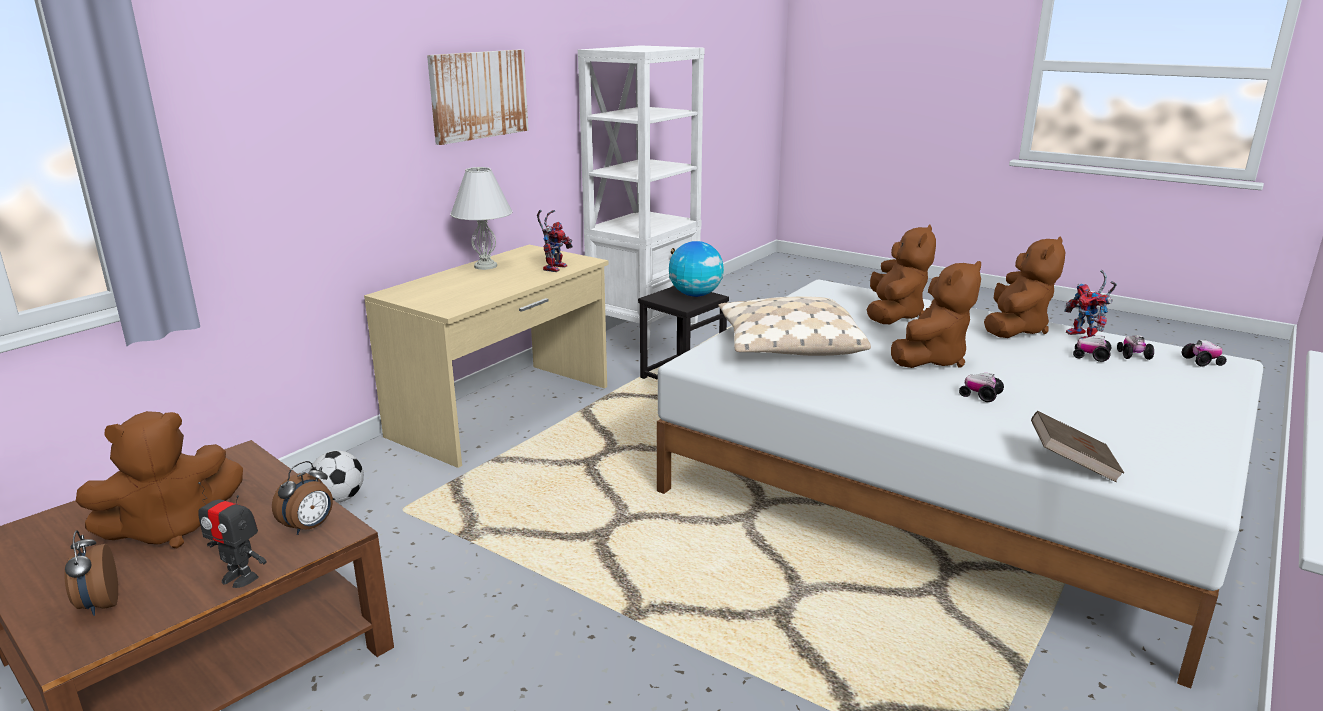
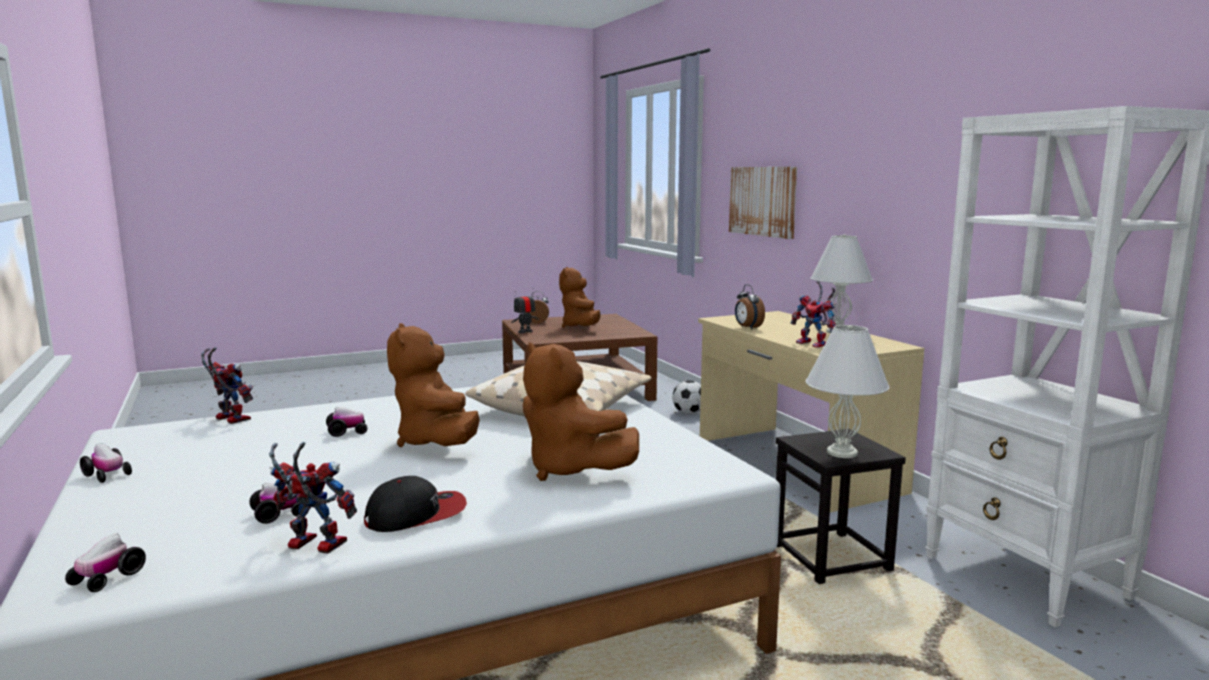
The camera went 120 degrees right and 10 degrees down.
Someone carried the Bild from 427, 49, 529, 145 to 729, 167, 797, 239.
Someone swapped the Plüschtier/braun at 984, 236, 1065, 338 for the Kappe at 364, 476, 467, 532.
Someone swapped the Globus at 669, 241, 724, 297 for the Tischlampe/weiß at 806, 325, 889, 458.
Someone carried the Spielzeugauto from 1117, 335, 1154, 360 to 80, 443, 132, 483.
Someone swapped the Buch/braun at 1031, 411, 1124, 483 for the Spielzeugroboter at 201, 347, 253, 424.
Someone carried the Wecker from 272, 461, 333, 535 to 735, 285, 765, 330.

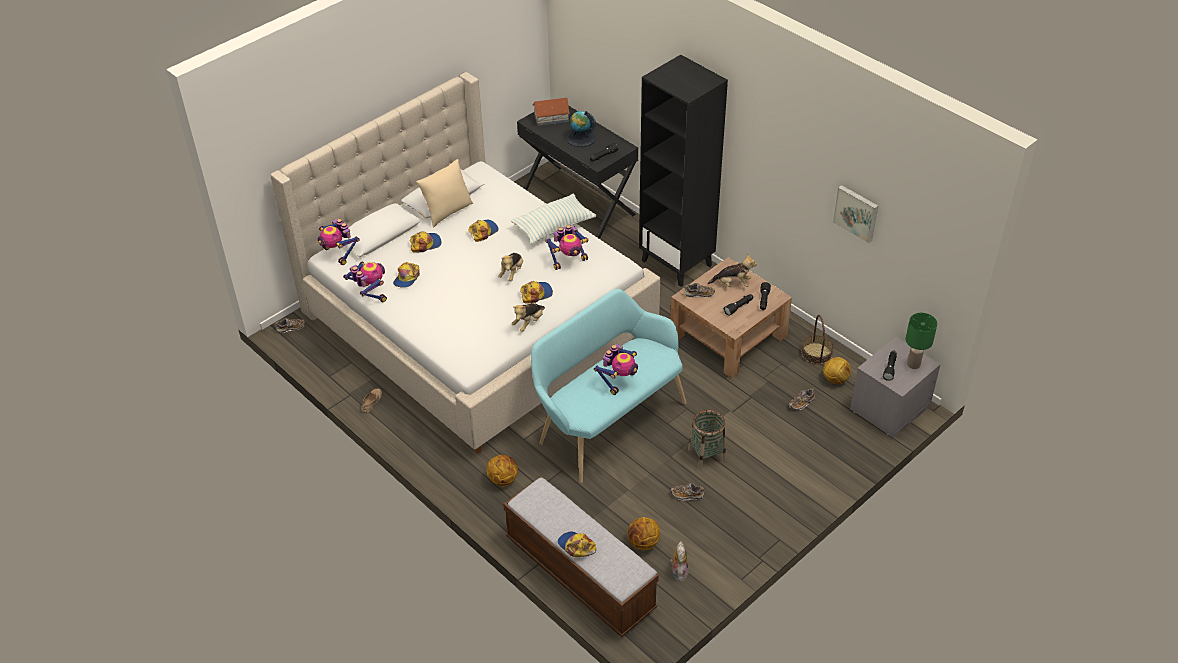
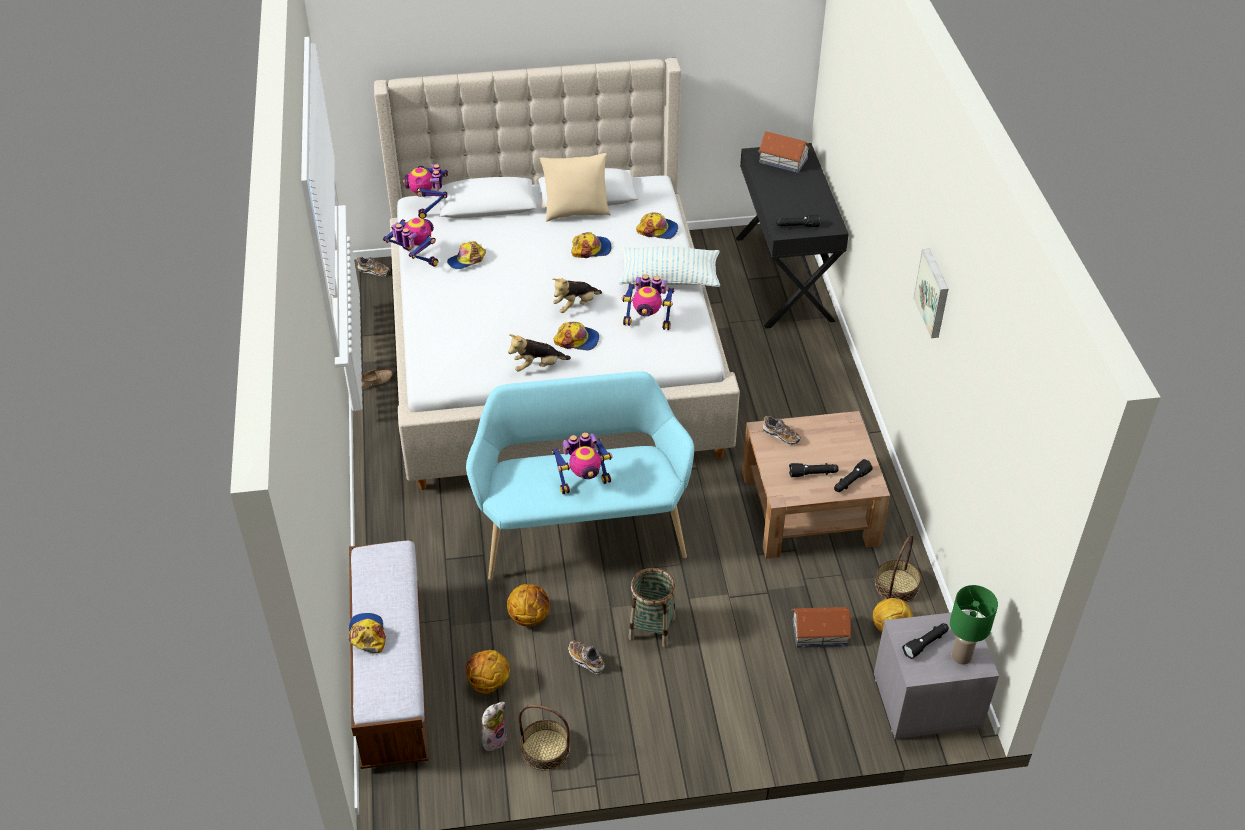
The camera went 35 degrees right and 0 degrees up.
Someone took away the Bücherregal/schwarz at 639, 55, 728, 287.
Someone took away the Globus at 566, 111, 596, 147.
Someone carried the Bild from 833, 185, 878, 243 to 913, 249, 948, 338.
Someone carried the Kappe from 410, 231, 441, 253 to 636, 213, 678, 239.
Someone took away the Plüschtier at 708, 253, 757, 287.
Someone rotated the Spielzeugroboter at 343, 262, 387, 302 by 45 degrees counterclockwise.
Someone swapped the Schuh at 788, 388, 815, 410 for the Spielzeughaus at 792, 607, 852, 648.
Someone carried the Basketball from 487, 455, 518, 487 to 507, 584, 550, 626.
Someone put down the Korb at 518, 705, 570, 771.

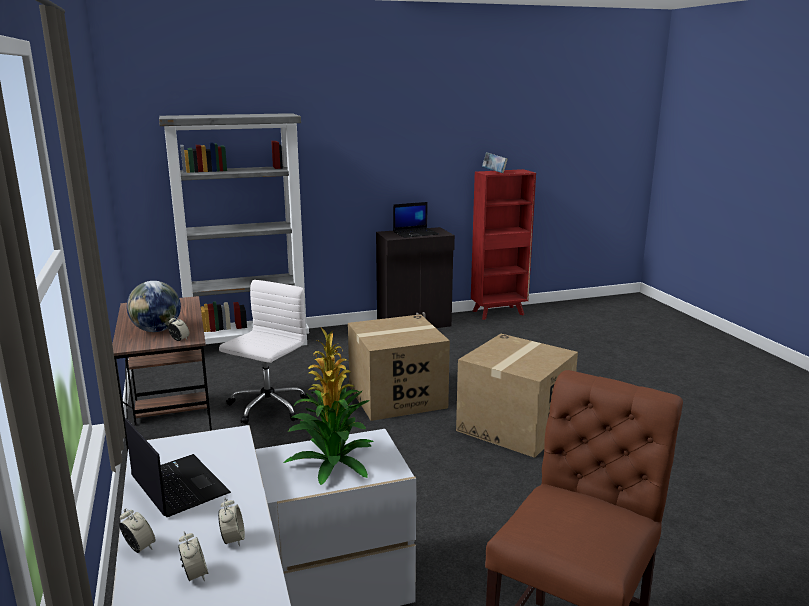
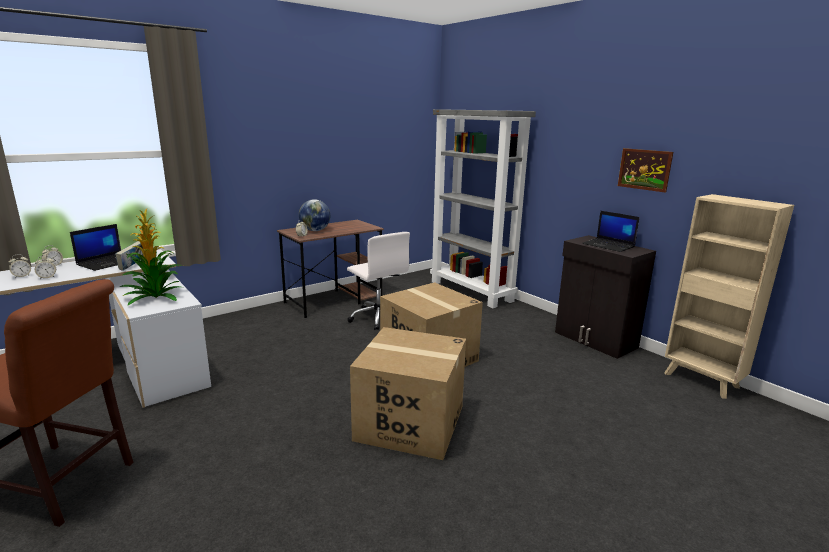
The camera went 70 degrees right and 0 degrees up.
Someone carried the Buch from 482, 152, 508, 173 to 115, 241, 143, 271.
Someone repainted the Bücherregal/rot at 471, 169, 536, 320, which became the Bücherregal/beige at 664, 194, 794, 399.
Someone rotated the Bürostuhl/weiß at 219, 280, 309, 424 by 45 degrees clockwise.
Someone put up the Bild at 618, 148, 673, 192.

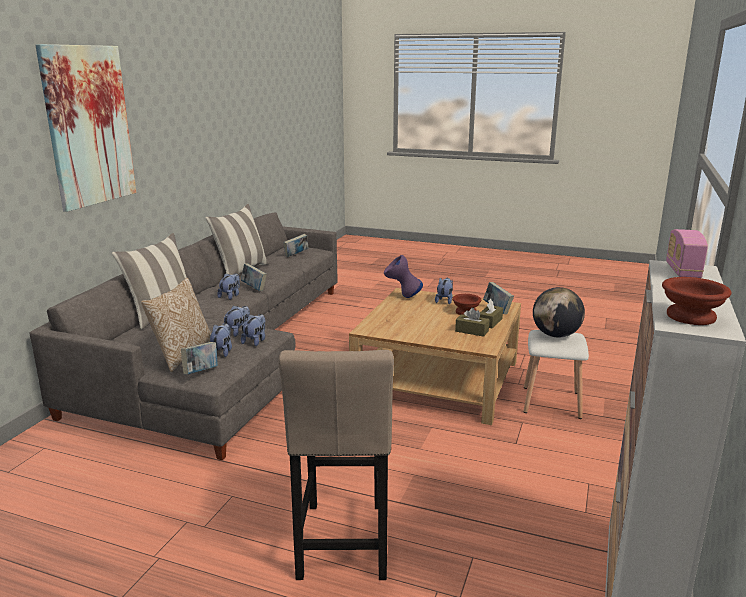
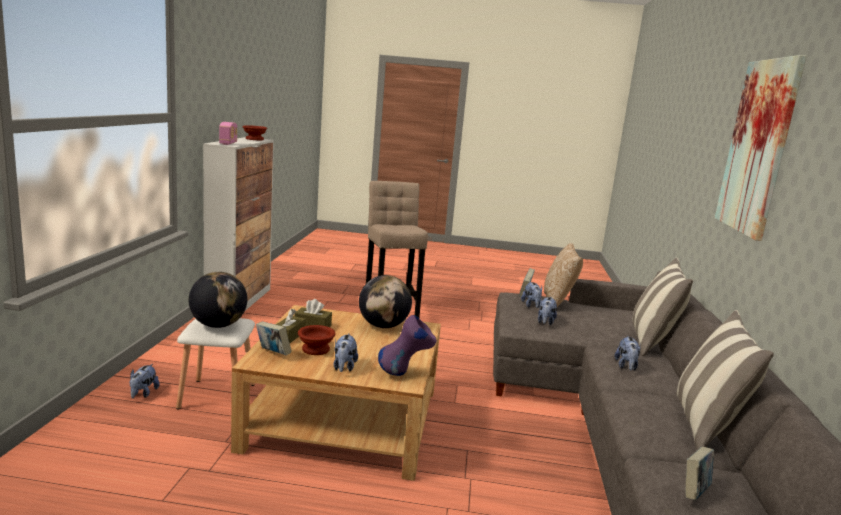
The camera went 165 degrees right and 5 degrees down.
Someone took away the Buch at 241, 263, 267, 291.
Someone carried the Plüschtier from 241, 314, 266, 346 to 130, 364, 159, 398.
Someone put down the Globus at 359, 275, 412, 328.

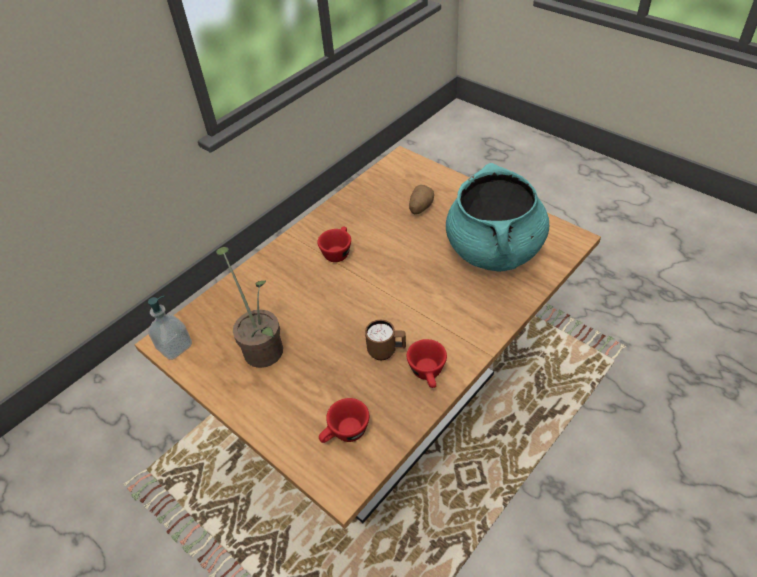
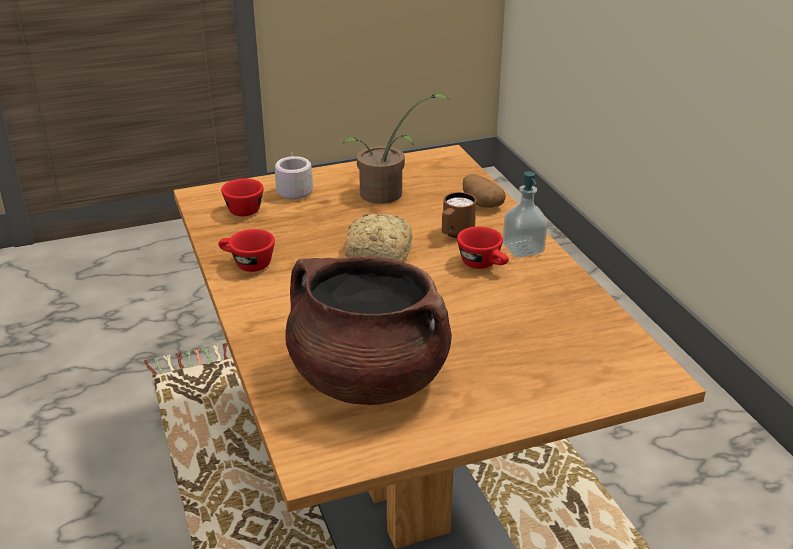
The camera went 115 degrees right and 15 degrees down.
Someone repainted the Kochtopf/türkis at 446, 163, 549, 272, which became the Kochtopf/braun at 285, 256, 452, 405.
Someone carried the Kartoffel from 409, 185, 434, 214 to 463, 174, 506, 208.
Someone carried the Seifenspender from 148, 296, 192, 360 to 503, 171, 547, 258.
Someone carried the Henkelbecher/braun from 365, 320, 406, 360 to 442, 192, 476, 238.
Someone put down the Henkelbecher/grau at 275, 156, 313, 203.
Someone put down the Brot at 345, 213, 413, 261.

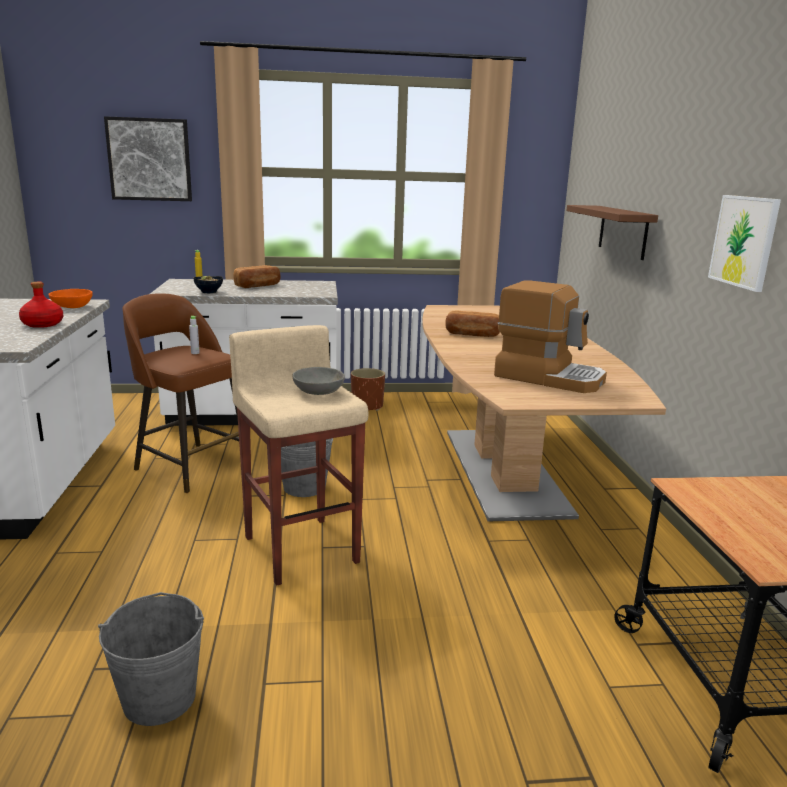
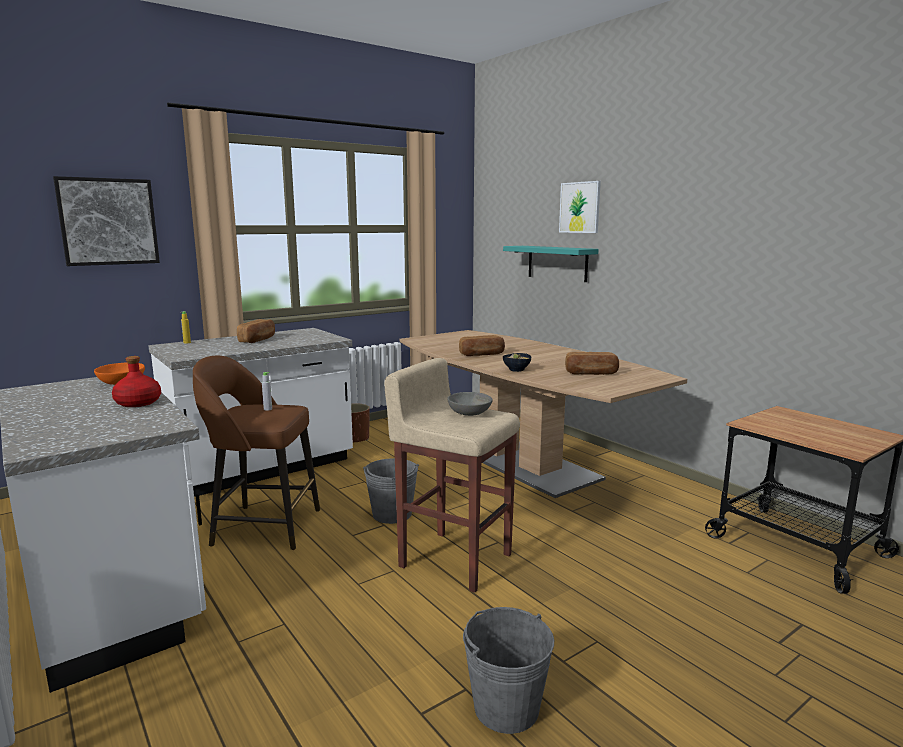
The camera went 30 degrees left and 5 degrees down.
Someone carried the Bild from 708, 195, 781, 292 to 559, 181, 601, 233.
Someone repainted the Wandregal/braun at 566, 205, 658, 260, which became the Wandregal/türkis at 503, 246, 599, 282.
Someone carried the Schüssel from 194, 275, 223, 293 to 503, 353, 531, 372.
Someone swapped the Kaffeemaschine at 494, 280, 607, 393 for the Brot at 565, 352, 619, 375.

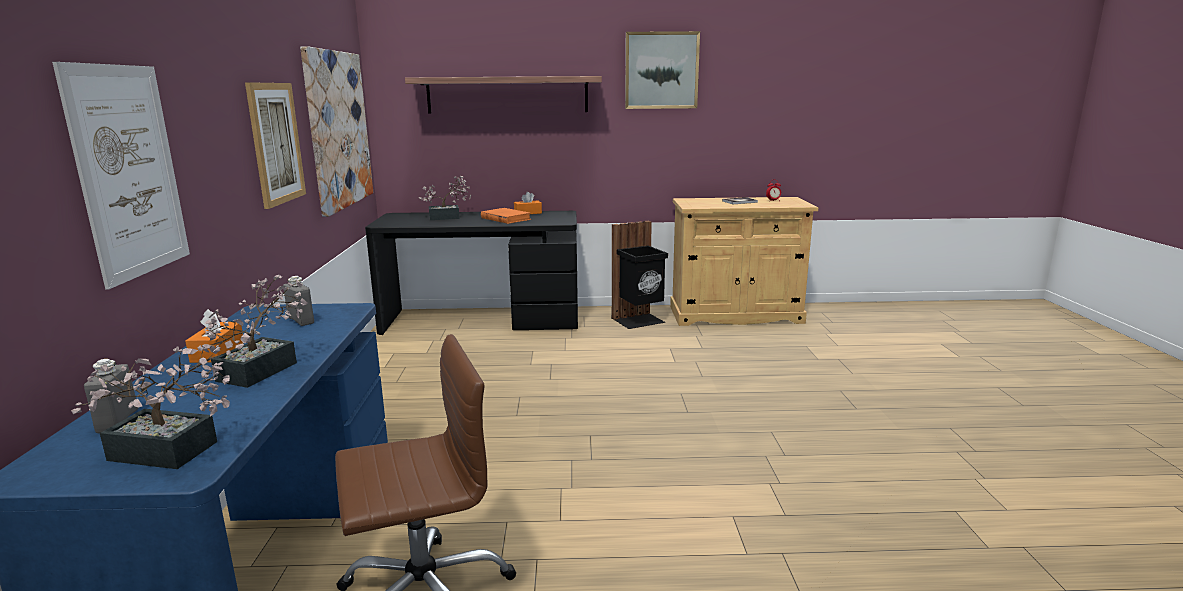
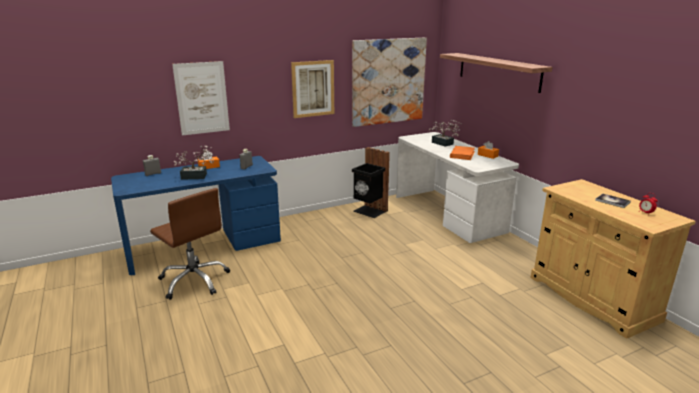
The camera went 65 degrees right and 5 degrees up.
Someone took away the Bild at 625, 31, 700, 109.
Someone repainted the Schreibtisch/schwarz at 365, 211, 578, 335, which became the Schreibtisch/weiß at 396, 132, 519, 243.
Someone carried the Mülleimer/schwarz from 611, 221, 668, 329 to 352, 147, 390, 218.
Someone took away the Topfpflanze at 71, 345, 231, 469.

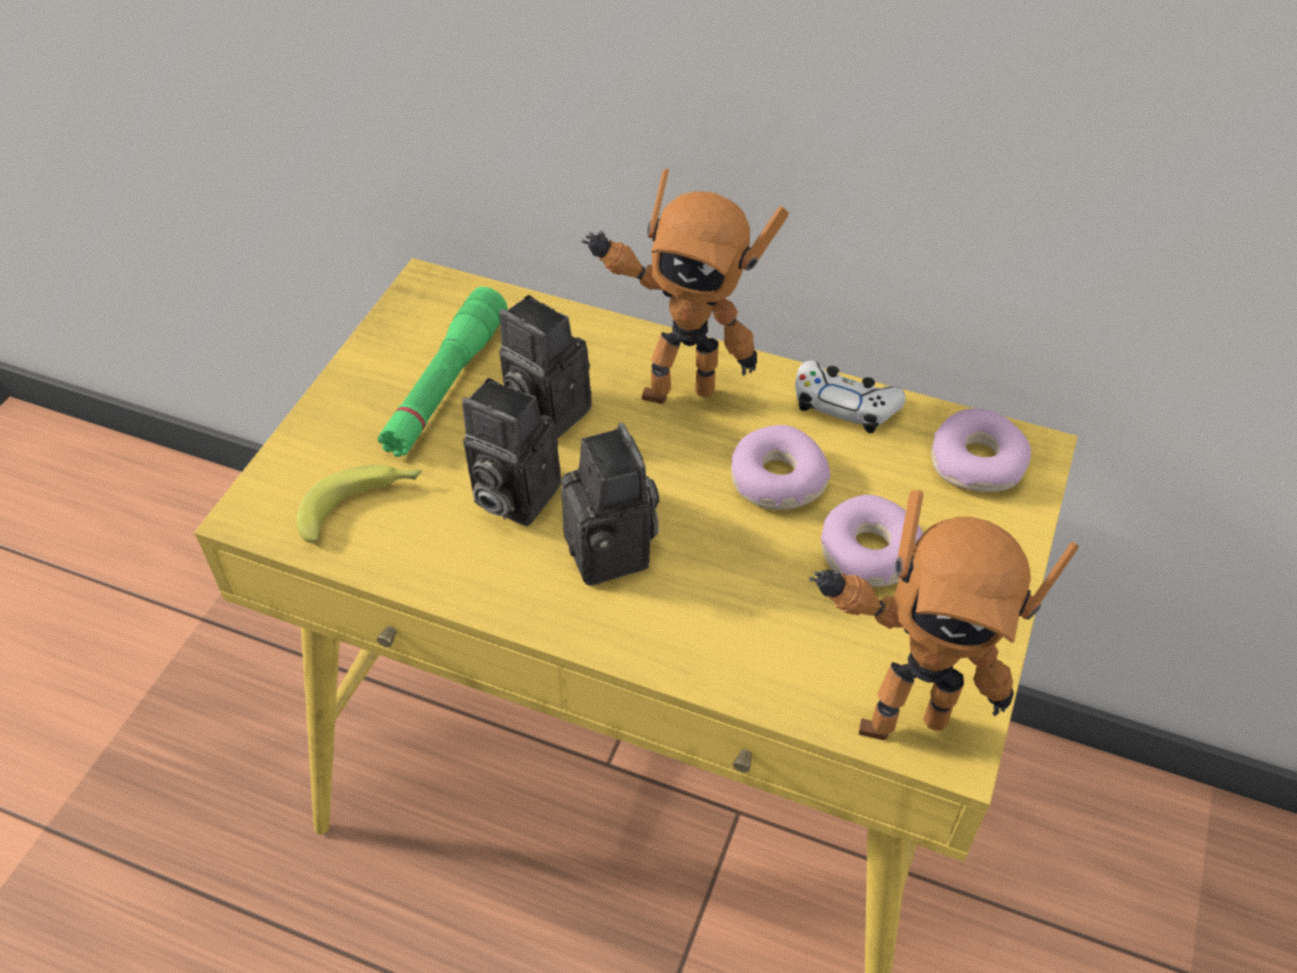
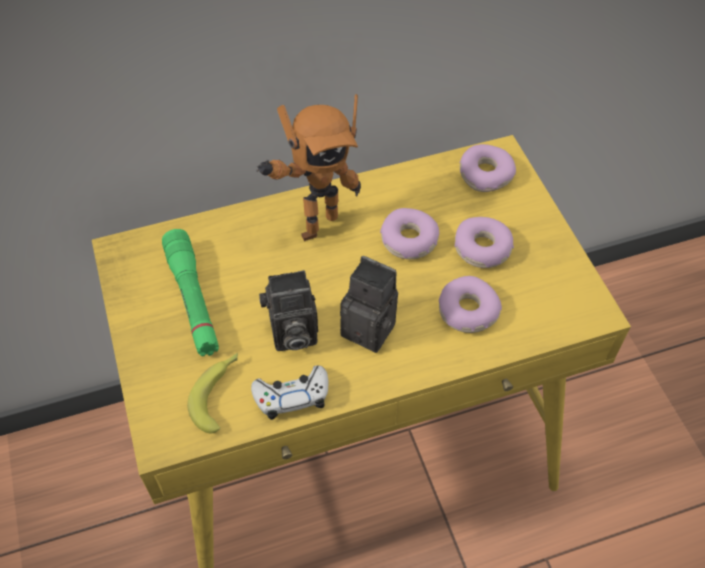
The camera went 40 degrees left and 5 degrees up.
Someone took away the Kamera at 499, 295, 592, 439.
Someone carried the Gamepad/weiß from 795, 361, 906, 433 to 251, 365, 328, 420.
Someone took away the Spielzeugroboter at 809, 490, 1079, 740.
Someone put down the Donut at 439, 276, 502, 333.

